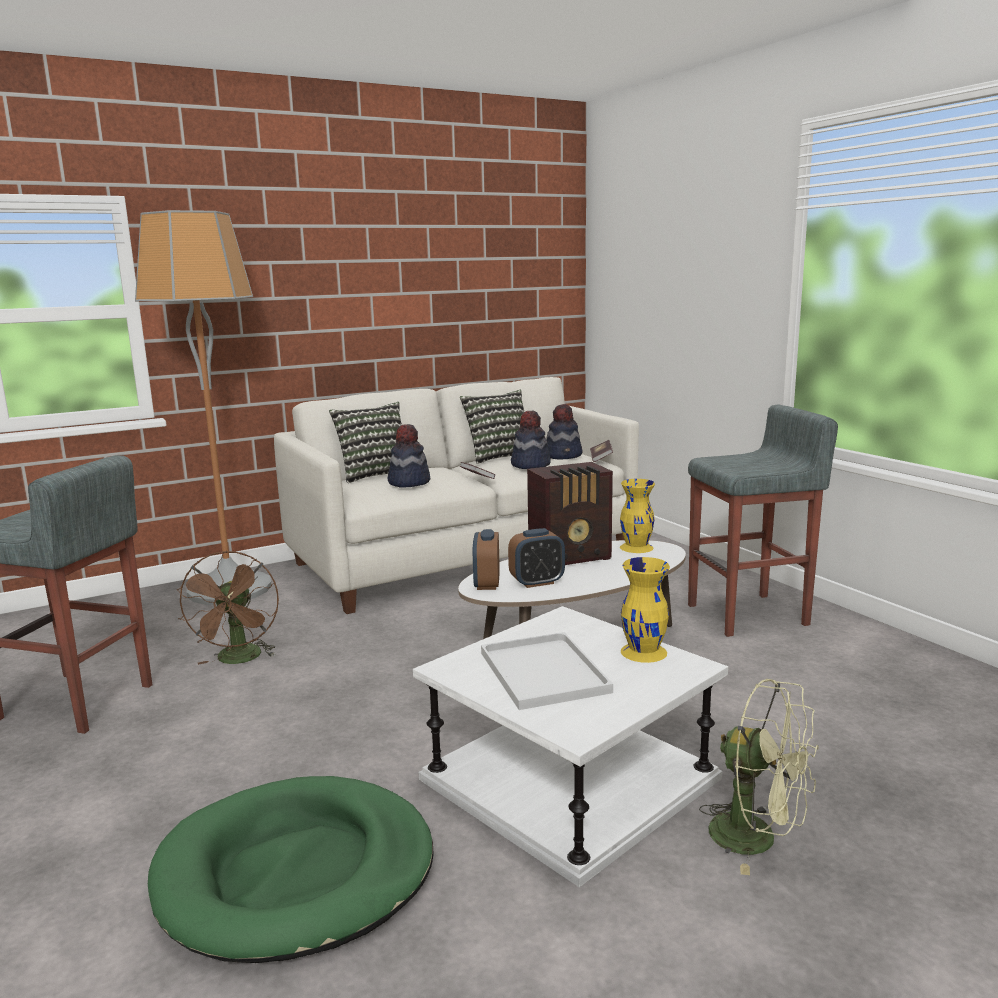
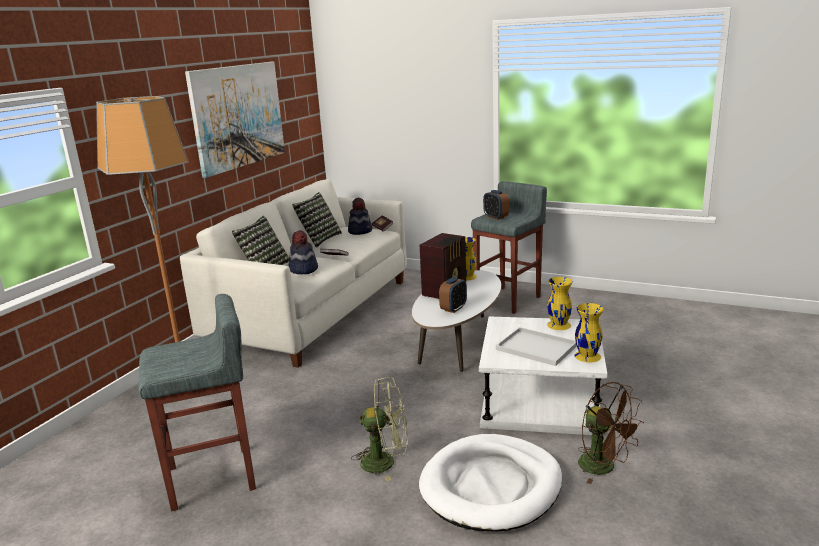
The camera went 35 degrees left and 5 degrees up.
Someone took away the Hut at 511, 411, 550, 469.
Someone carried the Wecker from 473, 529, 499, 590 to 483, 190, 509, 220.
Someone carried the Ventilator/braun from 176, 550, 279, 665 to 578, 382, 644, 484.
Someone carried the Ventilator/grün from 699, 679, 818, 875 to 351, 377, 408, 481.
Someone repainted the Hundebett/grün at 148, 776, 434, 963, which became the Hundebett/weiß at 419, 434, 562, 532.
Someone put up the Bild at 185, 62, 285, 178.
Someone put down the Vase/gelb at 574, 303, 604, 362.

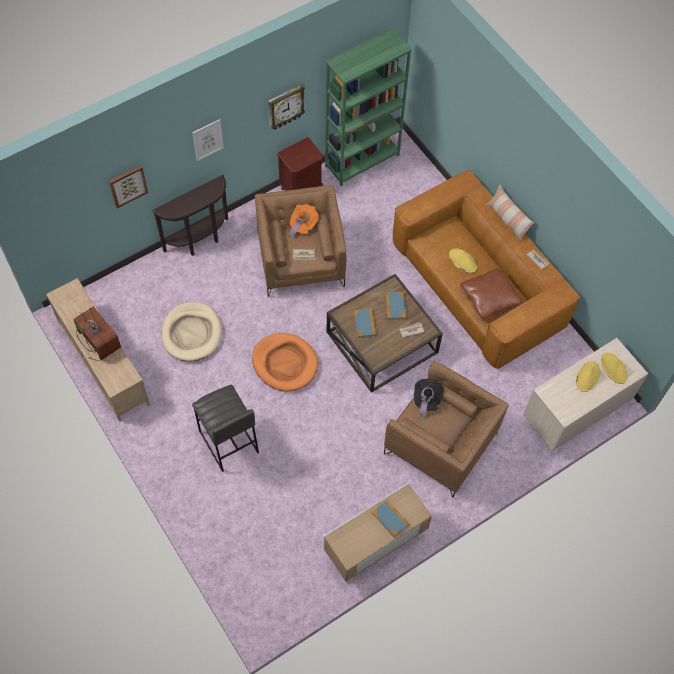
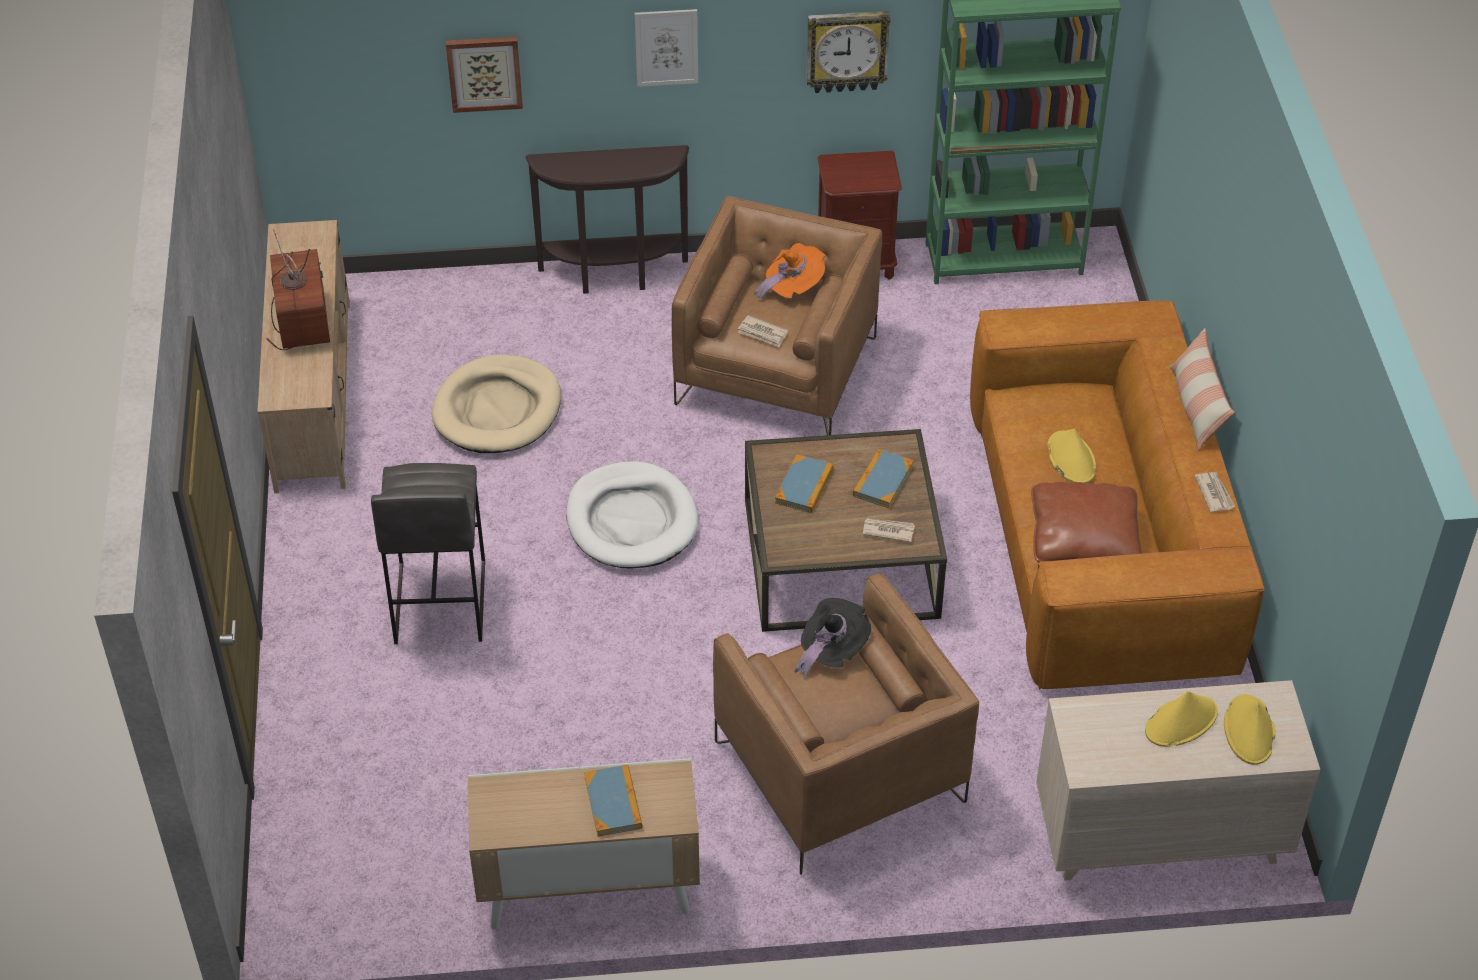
The camera went 30 degrees right and 15 degrees down.
Someone repainted the Hundebett/orange at 252, 333, 318, 392, which became the Hundebett/weiß at 566, 462, 698, 569.

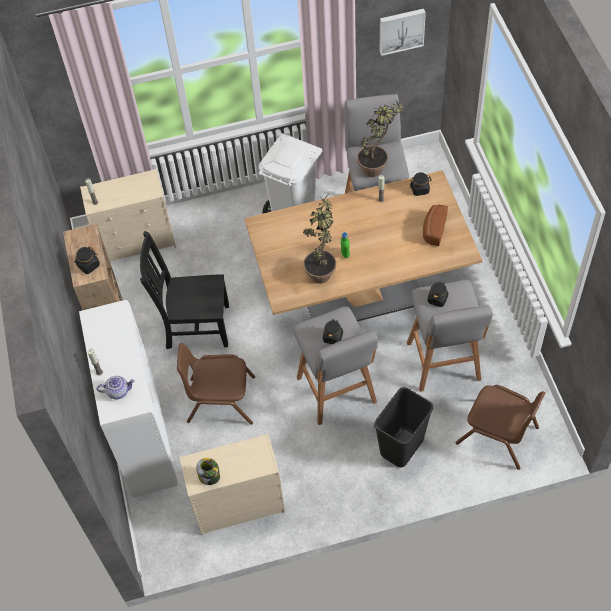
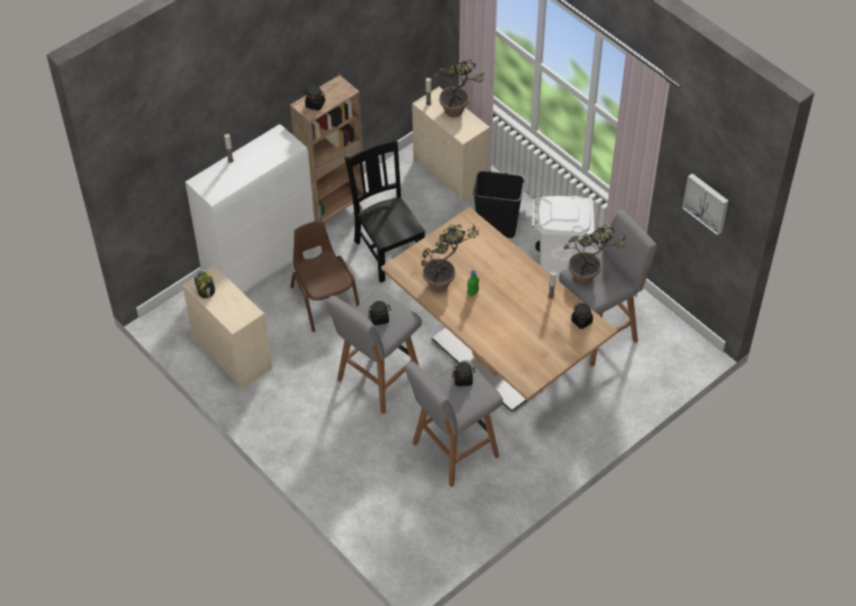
The camera went 60 degrees right and 5 degrees down.
Someone took away the Brot at 423, 205, 448, 246.
Someone took away the Teekanne at 97, 376, 135, 399.
Someone took away the Stuhl/braun at 455, 385, 545, 470.
Someone carried the Mülleimer/schwarz from 374, 387, 434, 468 to 473, 170, 525, 238.
Someone put down the Topfpflanze at 433, 60, 485, 117.

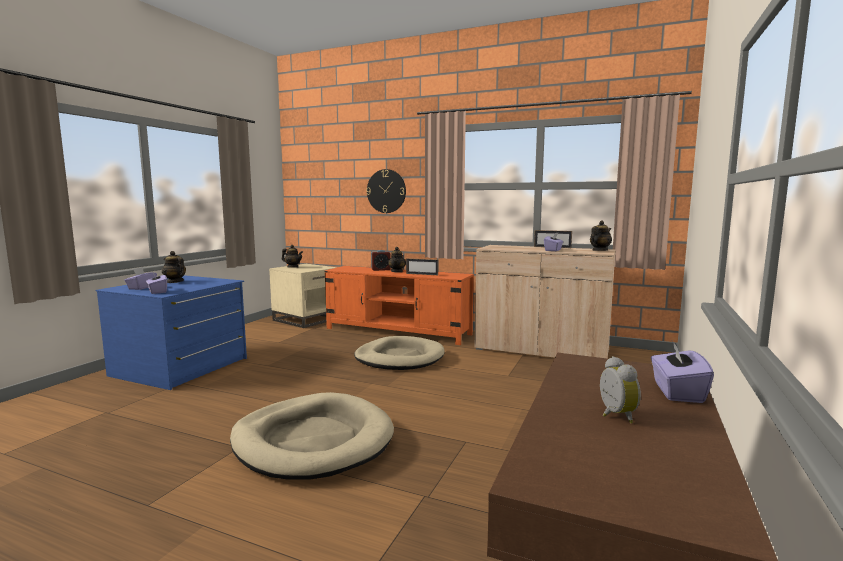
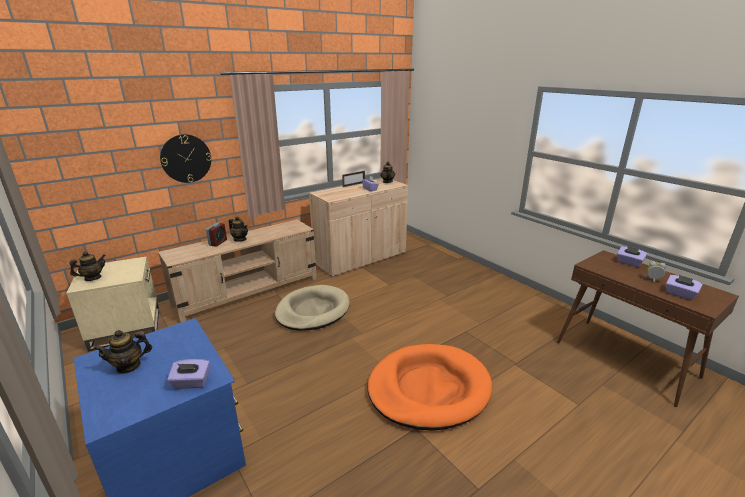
The camera went 60 degrees left and 15 degrees up.
Someone took away the Bilderrahmen at 406, 258, 438, 275.
Someone repainted the Fernsehschrank/orange at 325, 266, 474, 345, which became the Fernsehschrank/beige at 158, 219, 317, 323.
Someone carried the Taschentuchbox/lila from 124, 267, 157, 290 to 666, 275, 703, 300.
Someone repainted the Hundebett/beige at 230, 392, 394, 480, which became the Hundebett/orange at 368, 344, 492, 431.

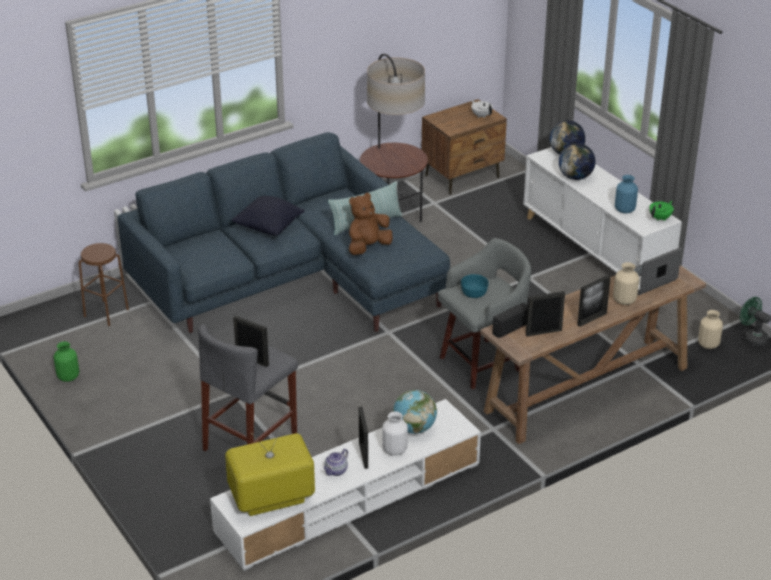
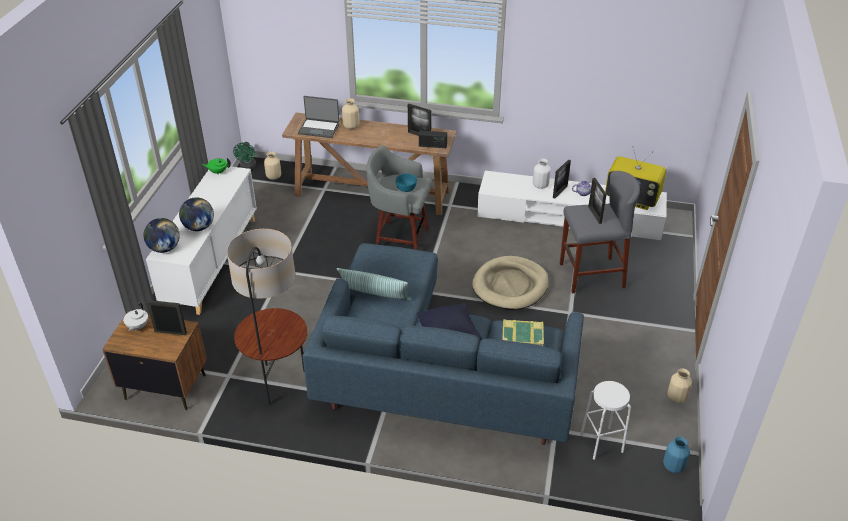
The camera went 135 degrees left and 5 degrees up.
Someone carried the Vase/blau from 615, 175, 638, 213 to 663, 437, 690, 473.
Someone took away the Plüschtier/braun at 349, 193, 393, 255.
Someone repainted the Hocker/braun at 79, 243, 129, 326, which became the Hocker/weiß at 580, 381, 631, 460.
Someone carried the Bilderrahmen from 577, 275, 611, 327 to 147, 300, 187, 335.
Someone repainted the Vase/grün at 54, 342, 79, 382, which became the Vase/beige at 667, 369, 692, 403.
Someone took away the Globus at 393, 390, 437, 434.
Someone put down the Hundebett/beige at 472, 256, 549, 310.
Someone put down the Buch at 502, 319, 544, 346.

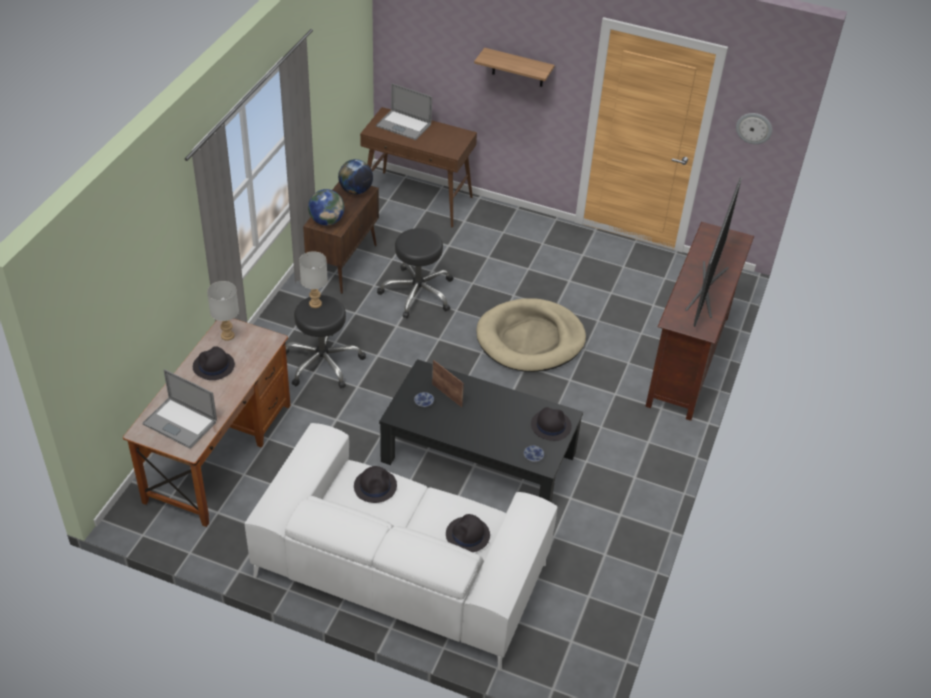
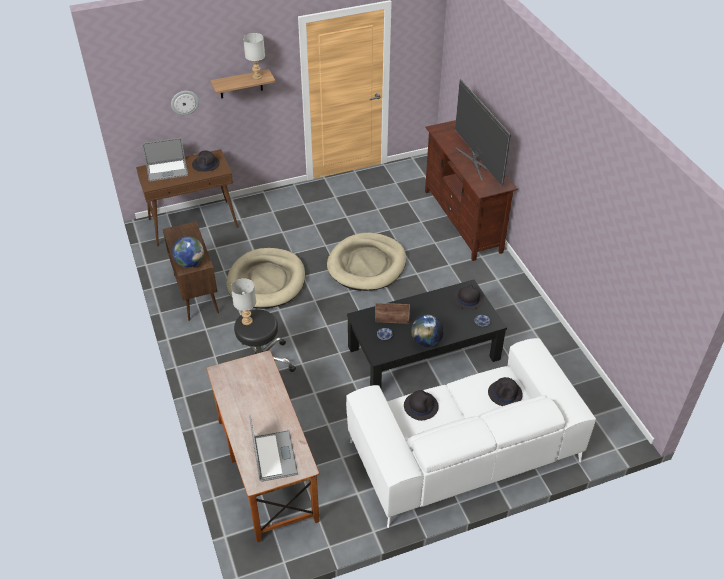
The camera went 40 degrees left and 0 degrees up.
Someone carried the Wanduhr from 736, 113, 772, 144 to 171, 91, 199, 115.
Someone carried the Globus from 338, 159, 373, 194 to 411, 315, 444, 347.
Someone swapped the Hocker/schwarz at 377, 228, 453, 318 for the Hundebett/beige at 226, 248, 305, 309.
Someone carried the Tischlampe/grau from 207, 281, 239, 341 to 243, 33, 265, 80.
Someone carried the Hut/schwarz from 193, 346, 235, 380 to 192, 151, 220, 172.
Someone rotated the Laptop at 142, 369, 217, 449 by 90 degrees counterclockwise.

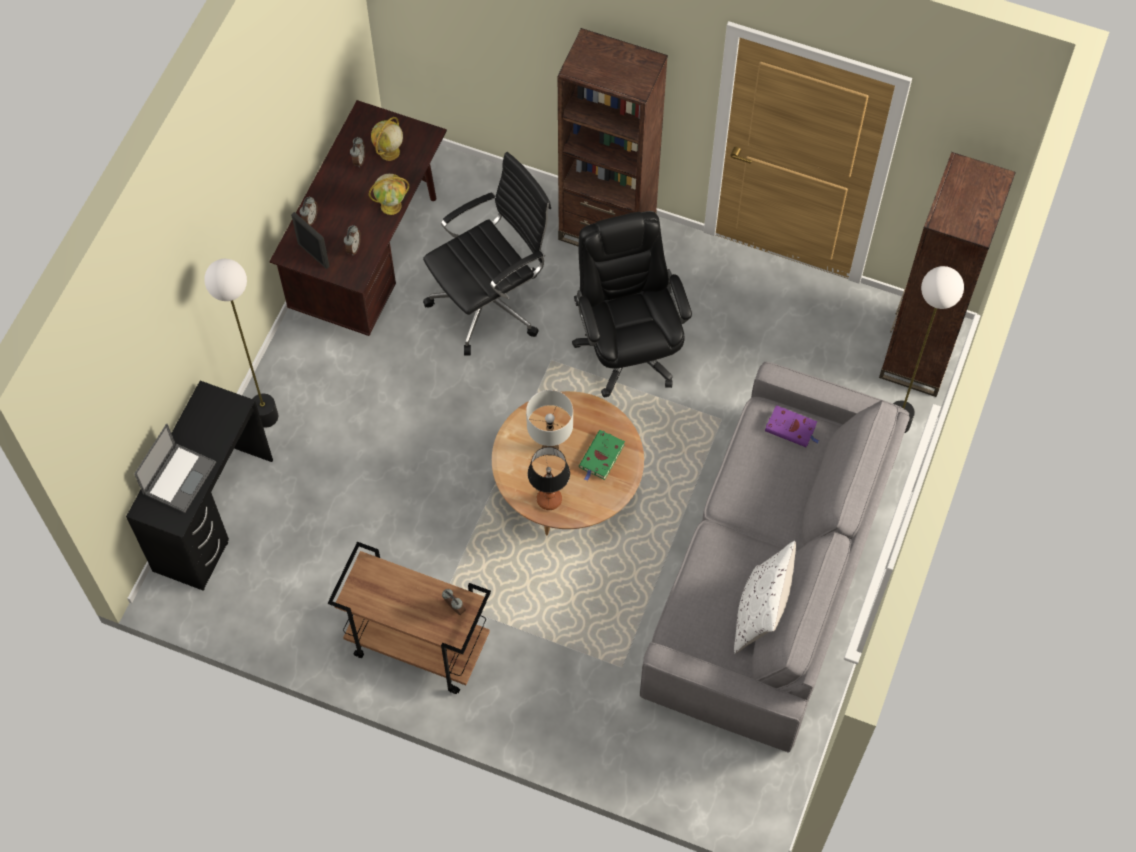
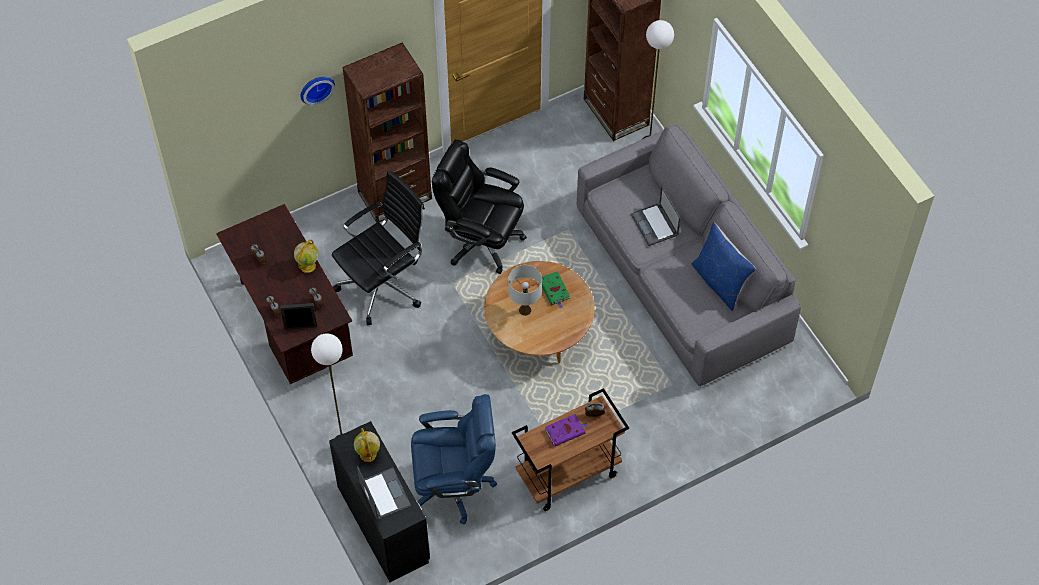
The camera went 50 degrees left and 5 degrees down.
Someone carried the Globus from 371, 117, 403, 161 to 354, 428, 380, 462.
Someone rotated the Bürostuhl/schwarz at 423, 152, 551, 355 by 45 degrees clockwise.
Someone carried the Buch/lila from 765, 405, 820, 447 to 545, 414, 588, 447.
Someone took away the Tischlampe at 528, 447, 570, 510.
Someone repainted the Kissen/weiß at 734, 541, 796, 654, which became the Kissen/blau at 692, 222, 756, 311.
Someone put up the Wanduhr at 301, 77, 335, 105.
Someone put down the Laptop at 631, 186, 680, 246.
Someone put down the Bürostuhl/blau at 411, 394, 497, 524.

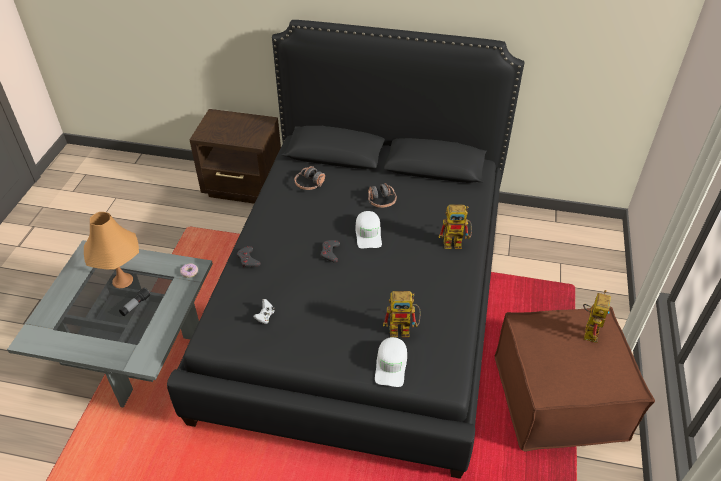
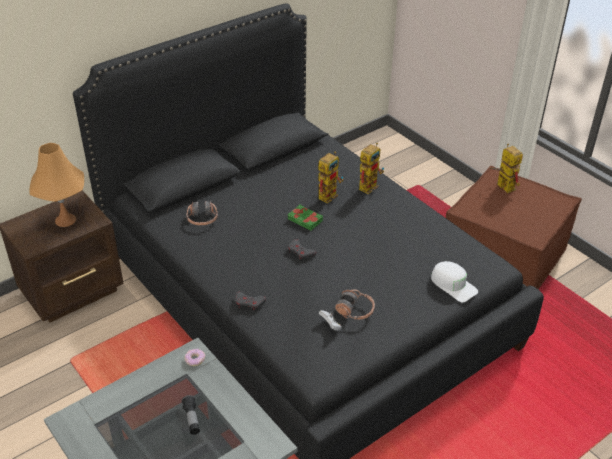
The camera went 50 degrees left and 5 degrees down.
Someone carried the Kopfhörer from 368, 183, 397, 208 to 335, 289, 375, 320.
Someone swapped the Kappe/weiß at 355, 211, 382, 248 for the Buch/grün at 288, 204, 323, 231.
Someone carried the Tischlampe/orange from 84, 212, 139, 288 to 29, 143, 84, 227.
Someone carried the Spielzeugroboter from 383, 291, 420, 337 to 318, 151, 343, 204.

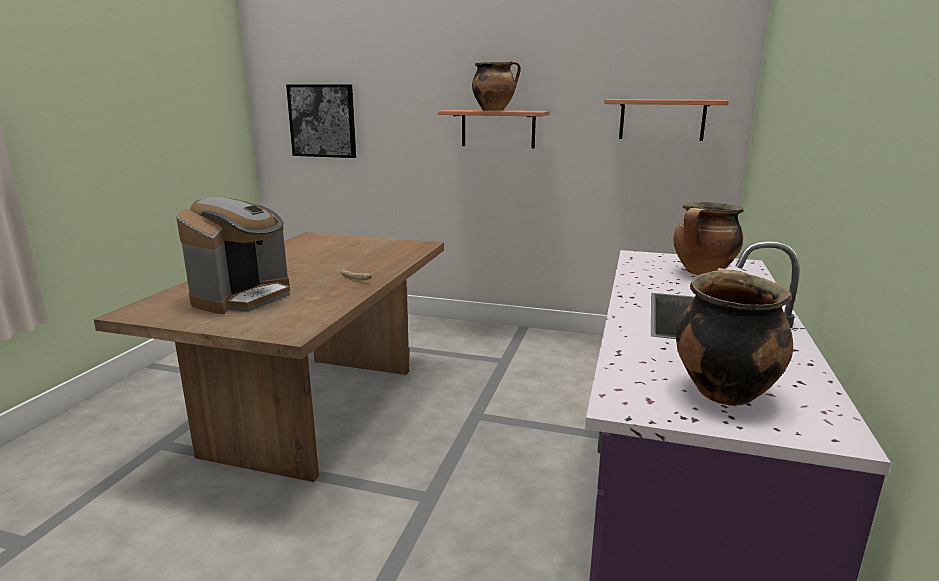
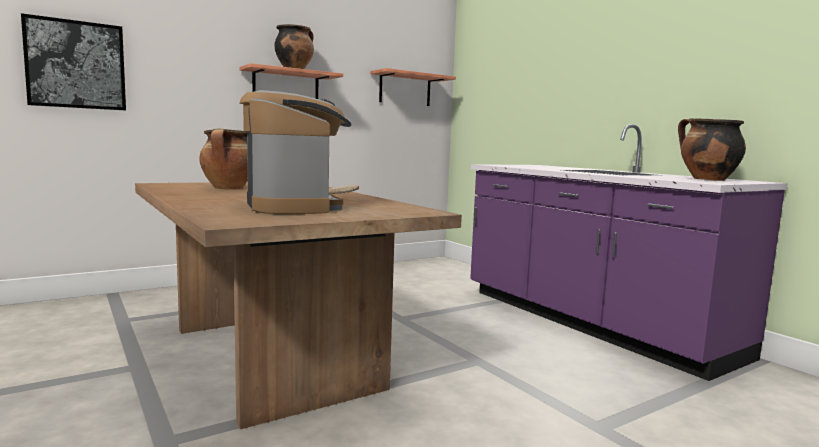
The camera went 50 degrees left and 10 degrees down.
Someone carried the Kochtopf from 673, 202, 744, 275 to 200, 128, 248, 190.

